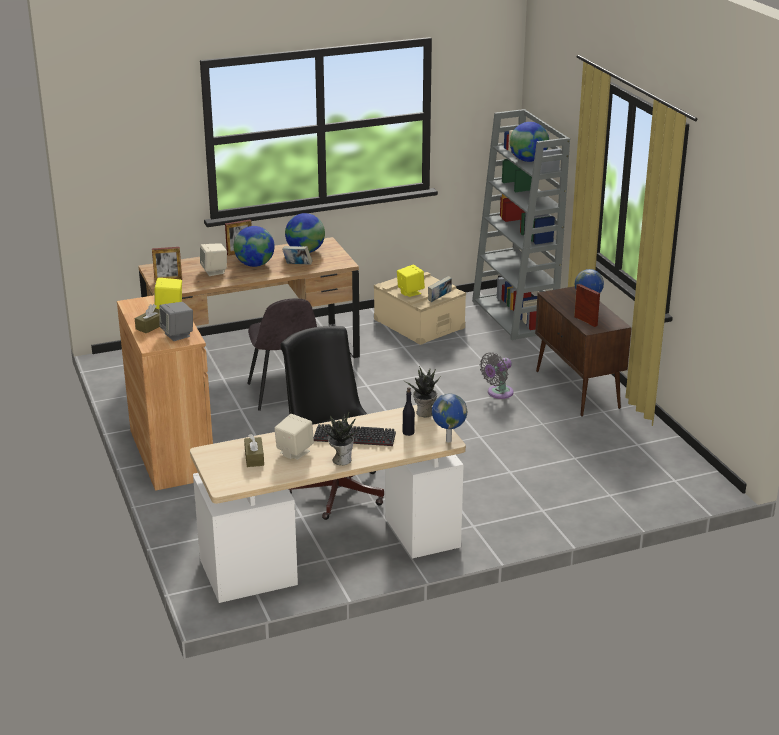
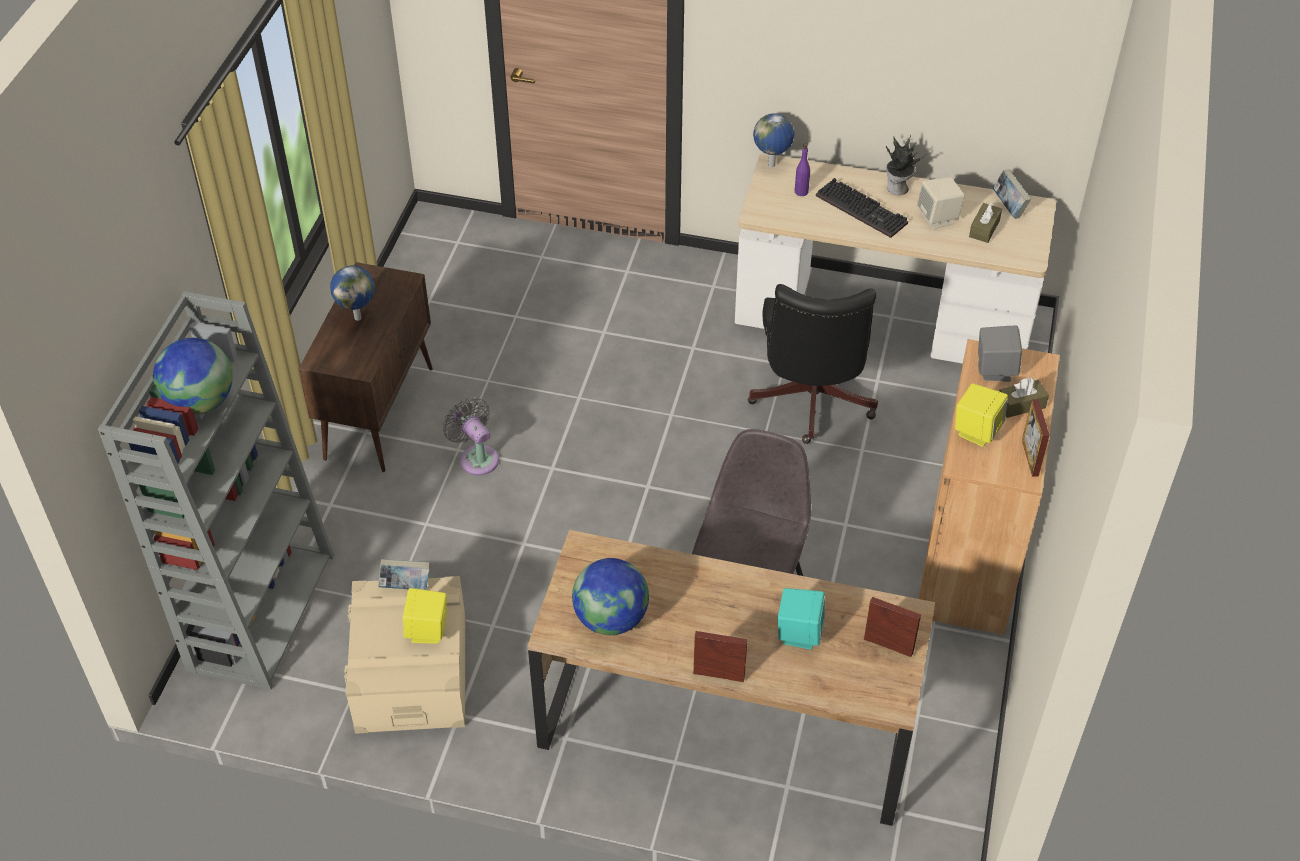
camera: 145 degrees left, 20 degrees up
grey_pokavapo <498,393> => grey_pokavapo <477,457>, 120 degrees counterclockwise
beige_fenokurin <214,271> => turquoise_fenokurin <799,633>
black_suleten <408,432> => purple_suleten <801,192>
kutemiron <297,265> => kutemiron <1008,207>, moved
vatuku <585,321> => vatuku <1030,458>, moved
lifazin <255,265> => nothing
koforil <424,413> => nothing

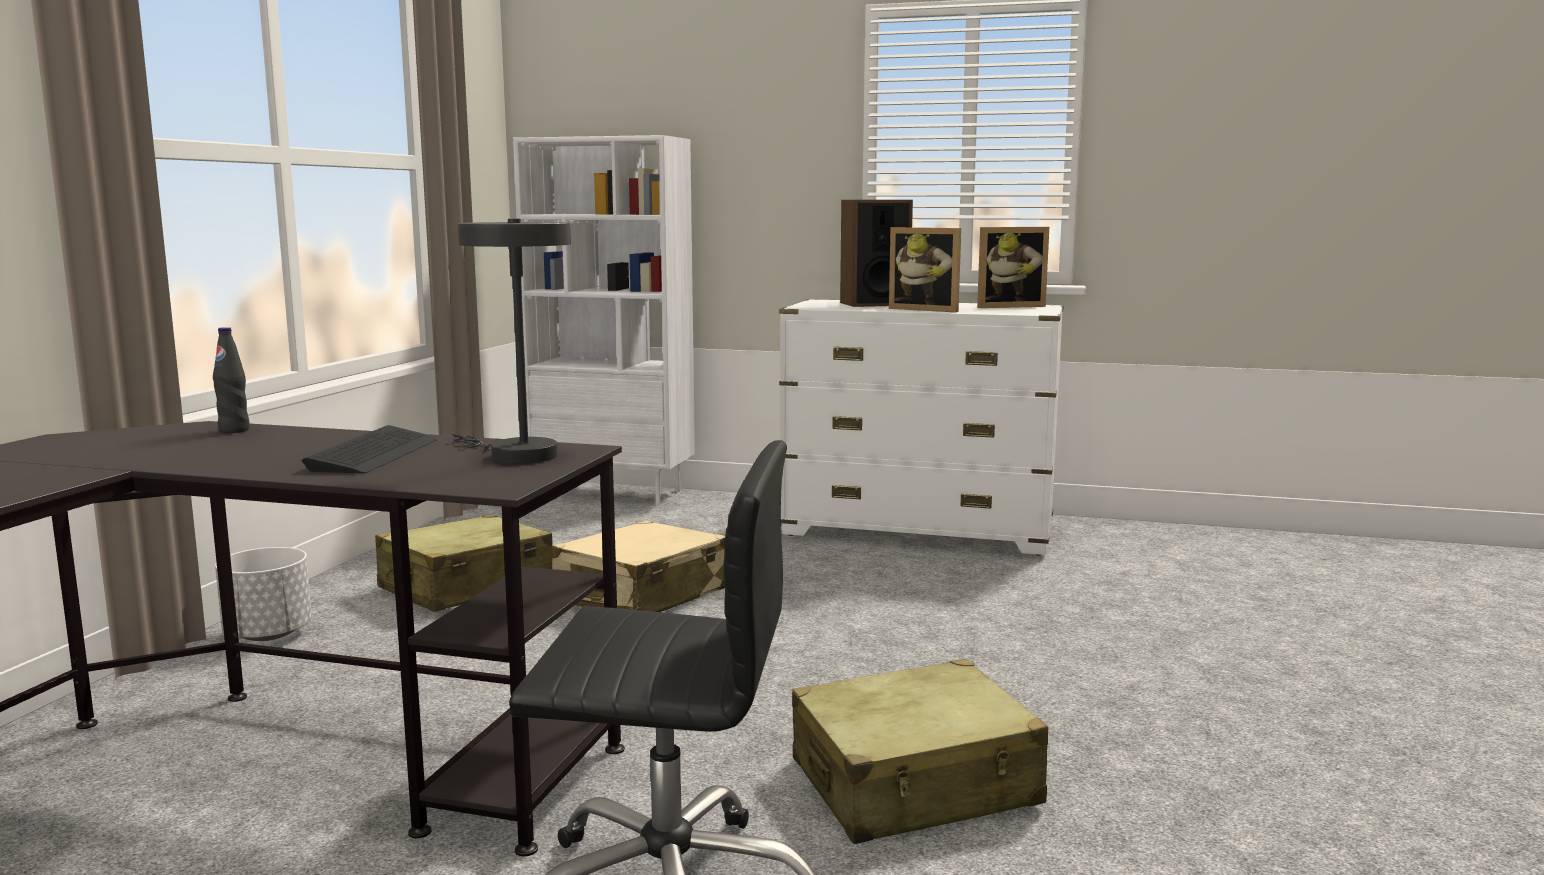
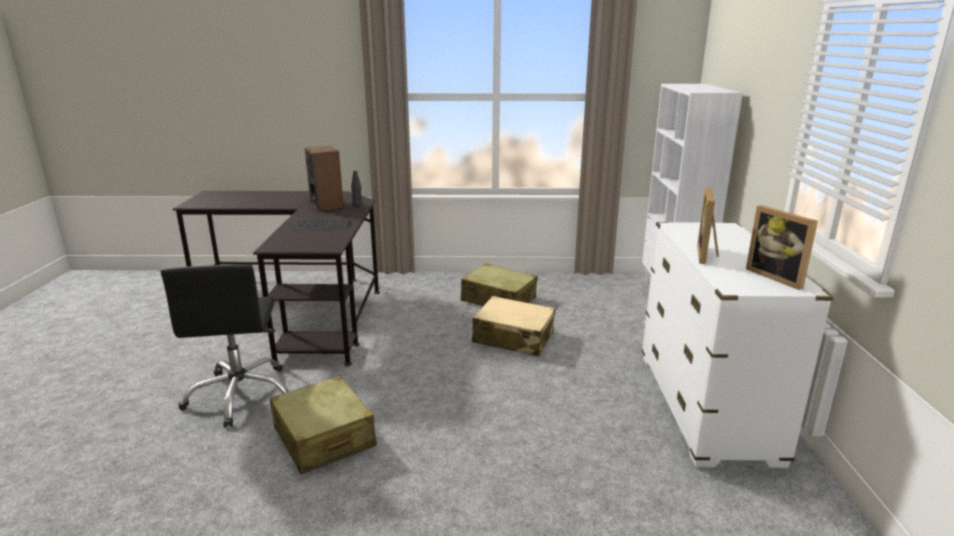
camera: 75 degrees right, 10 degrees up
fenokurin <874,304> => fenokurin <327,205>, moved
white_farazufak <268,635> => nothing
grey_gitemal <515,455> => nothing

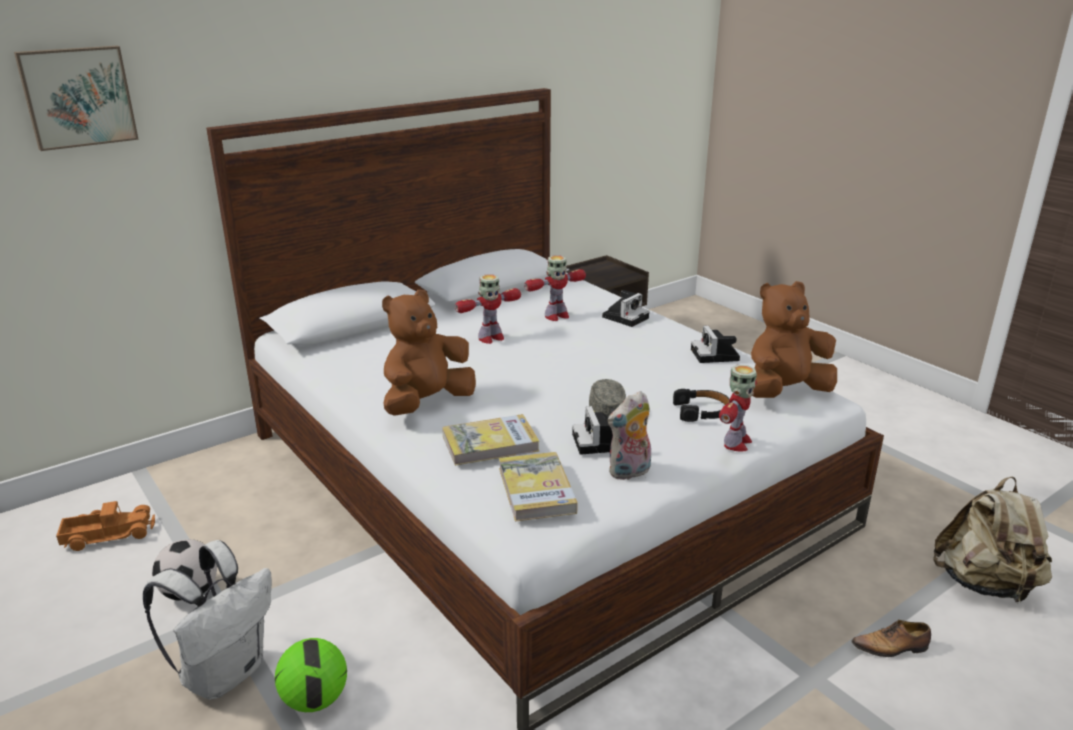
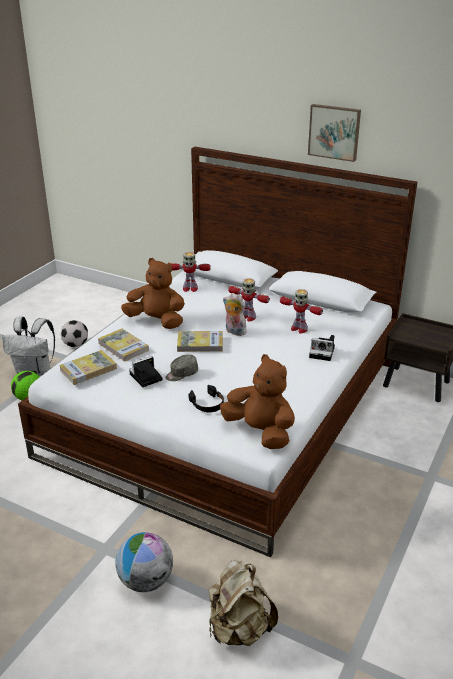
camera: 65 degrees right, 5 degrees up
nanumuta <891,647> => lifazin <146,581>
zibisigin <736,443> => zibisigin <189,289>, moved
nothing => kutemiron <200,343>
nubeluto <629,472> => nubeluto <234,332>, moved
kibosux <78,97> => kibosux <334,132>, moved
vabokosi <109,534> => nothing
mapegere <716,355> => nothing

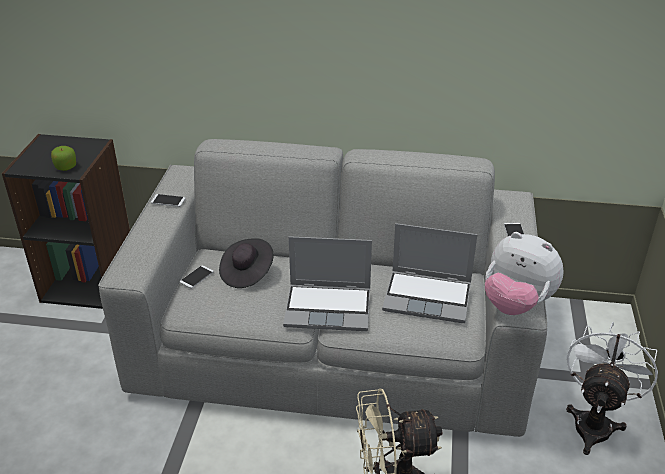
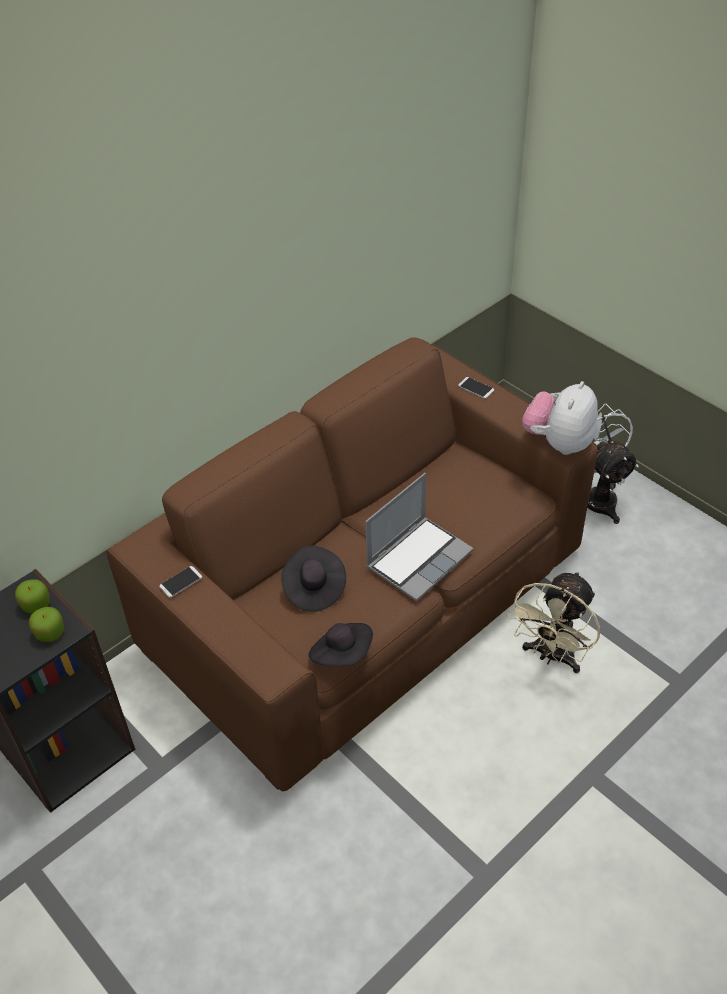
camera: 50 degrees left, 10 degrees up
nothing => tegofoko <35,605>
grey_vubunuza <333,345> => brown_vubunuza <366,599>
nothing => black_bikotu <342,654>
nubeluto <516,304> => nubeluto <558,442>, 135 degrees clockwise
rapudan <196,277> => nothing
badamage <428,297> => nothing

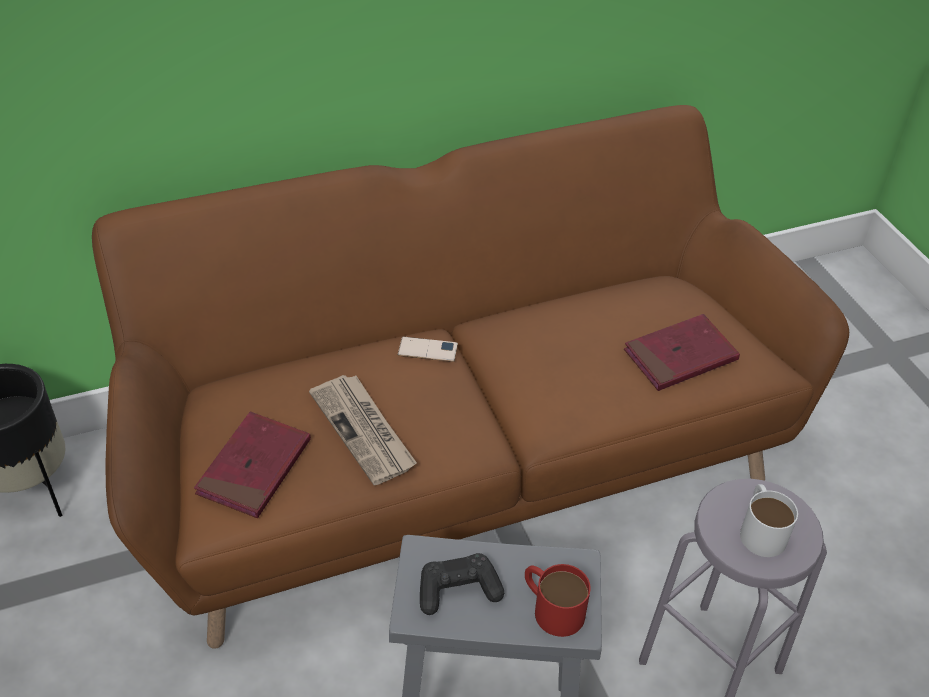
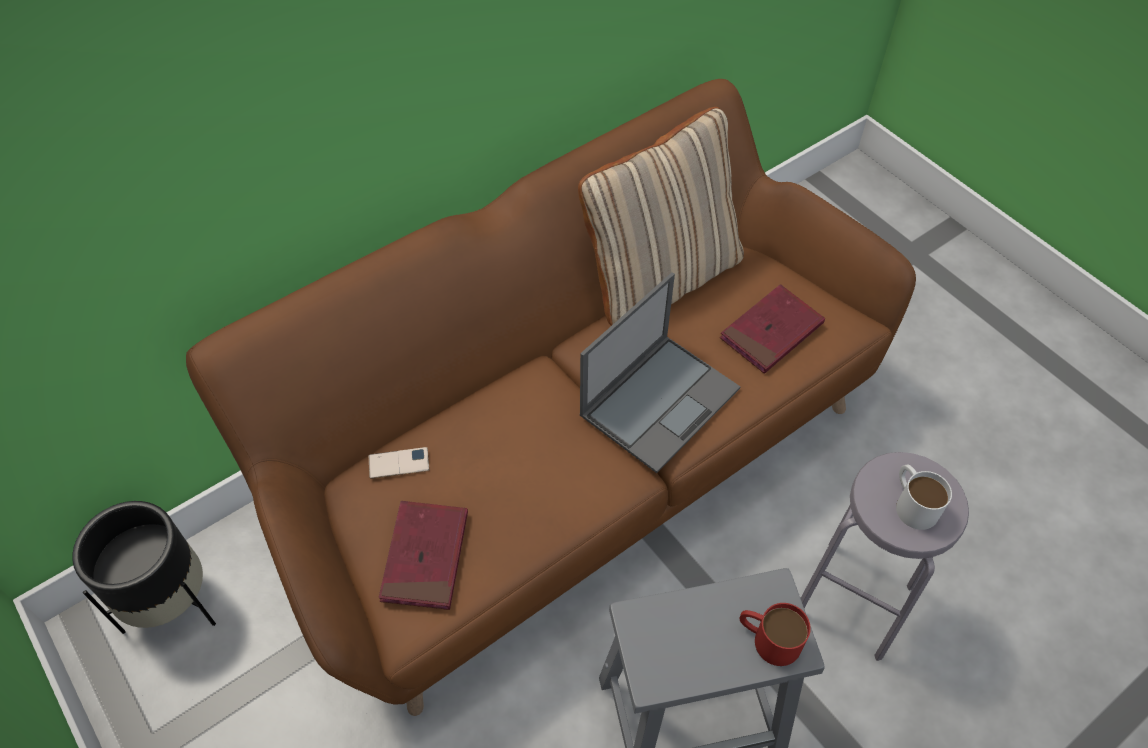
camera: 15 degrees left, 10 degrees up
rapudan <427,350> => rapudan <399,463>, moved
nothing => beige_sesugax <660,278>
nothing => badamage <660,400>
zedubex <364,431> => nothing
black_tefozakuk <458,590> => nothing

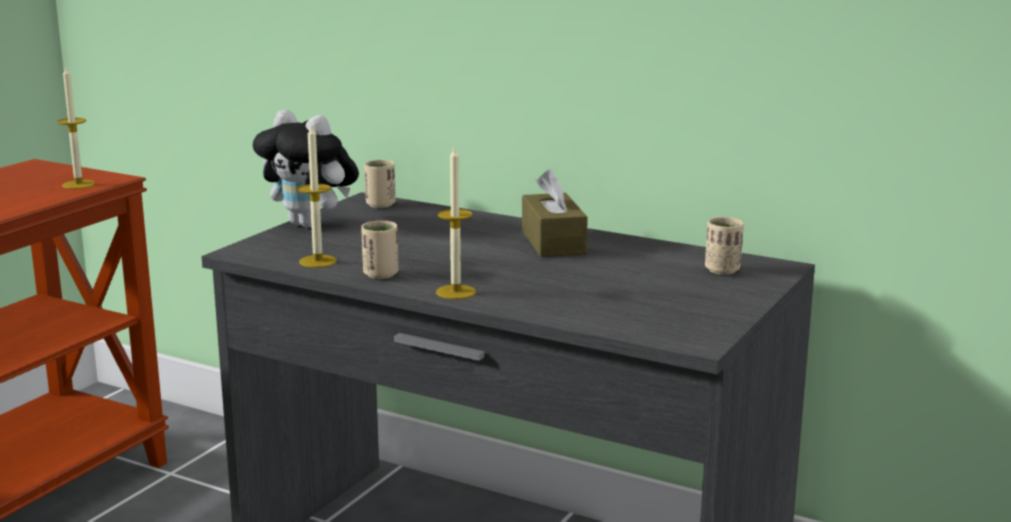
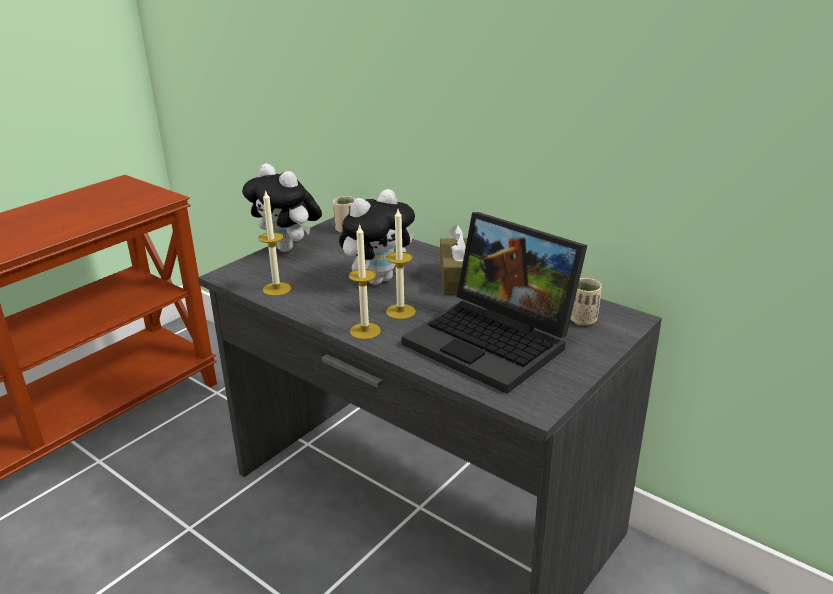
camera: 10 degrees right, 10 degrees up
nothing => nubeluto <378,279>
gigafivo <78,184> => gigafivo <400,311>, moved
nothing => badamage <495,341>
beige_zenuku <380,274> => nothing

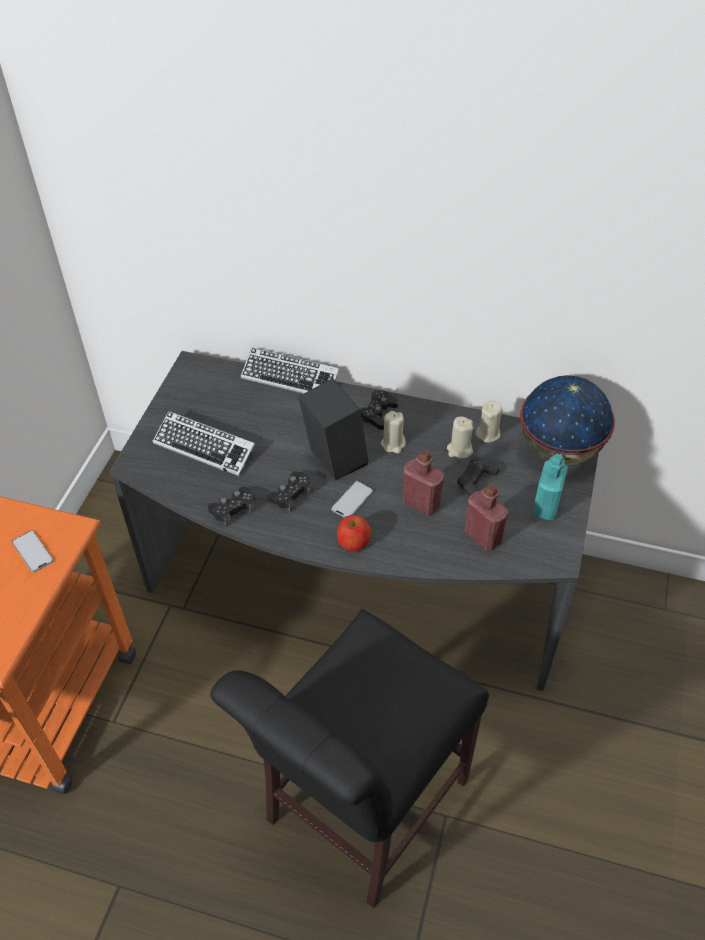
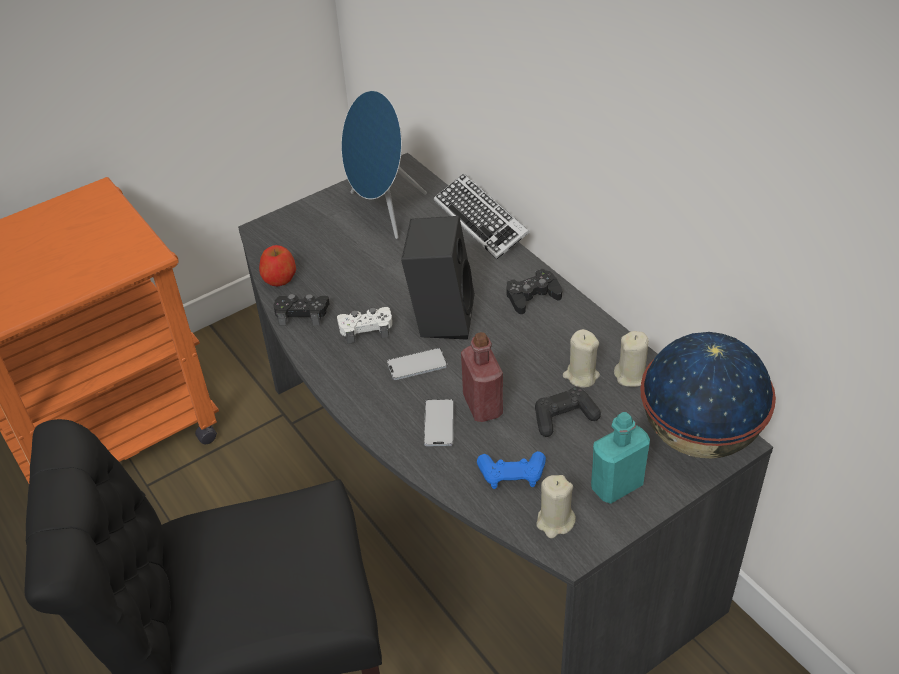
camera: 40 degrees right, 5 degrees down
tegofoko <353,541> => tegofoko <279,278>, moved
black_tefozakuk <291,495> => white_tefozakuk <366,328>
nothing => blue_fenokurin <383,212>
rapudan <33,552> => rapudan <439,423>, moved
red_suleten <483,536> => blue_tefozakuk <512,475>
beige_gigafivo <393,444> => beige_gigafivo <555,522>, moved
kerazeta <204,447> => nothing

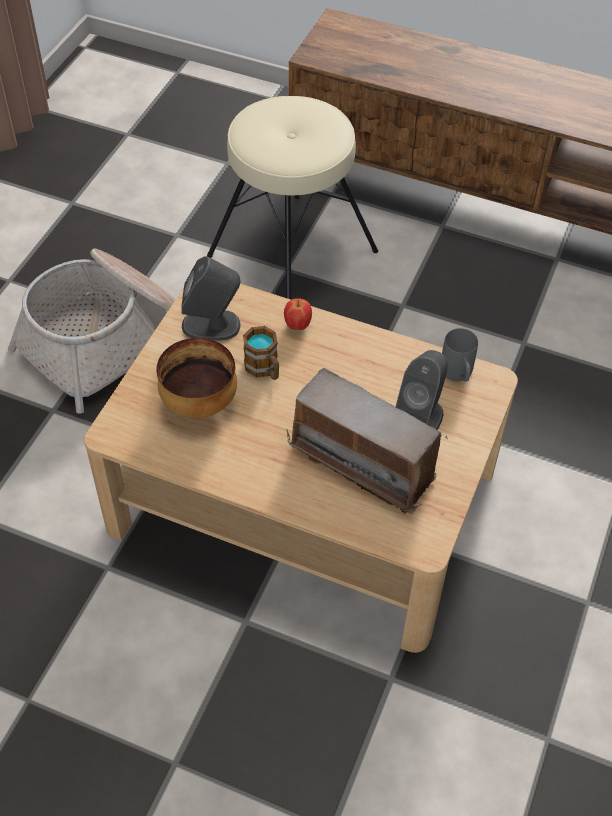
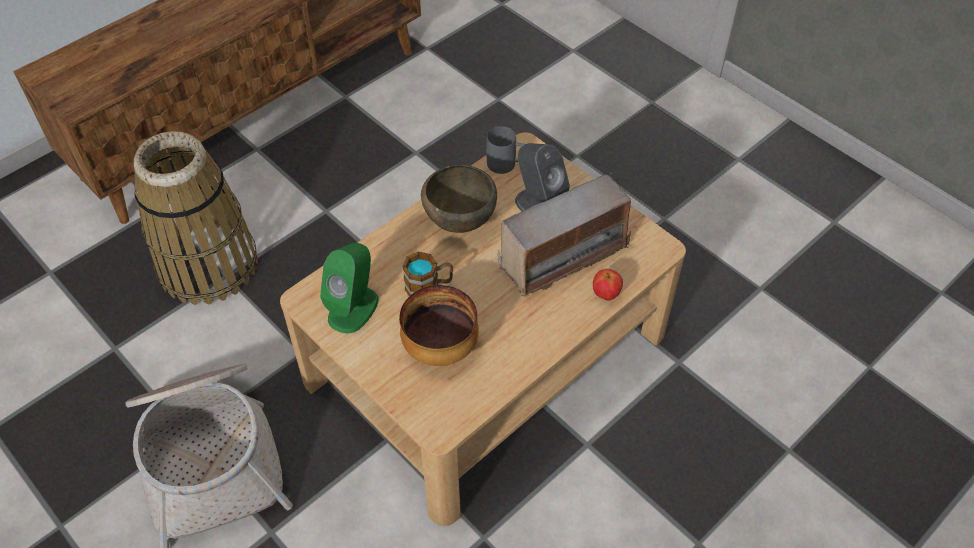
camera: 65 degrees left, 0 degrees up
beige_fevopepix <291,252> => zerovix <208,265>
grey_fenokurin <212,325> => green_fenokurin <353,308>
nothing => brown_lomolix <459,223>
tegofoko <297,325> => tegofoko <606,294>, moved

